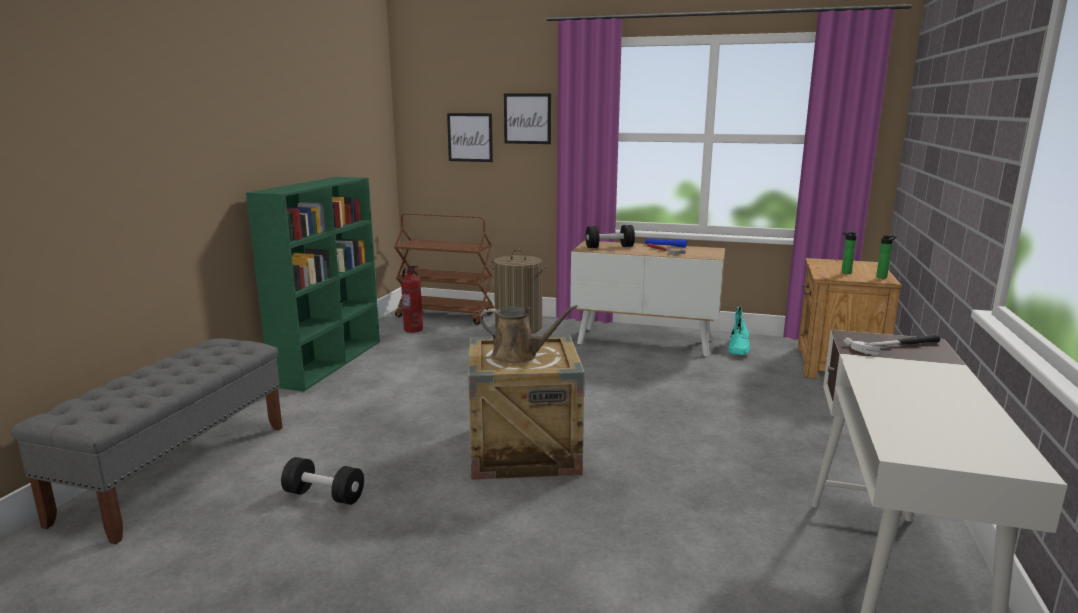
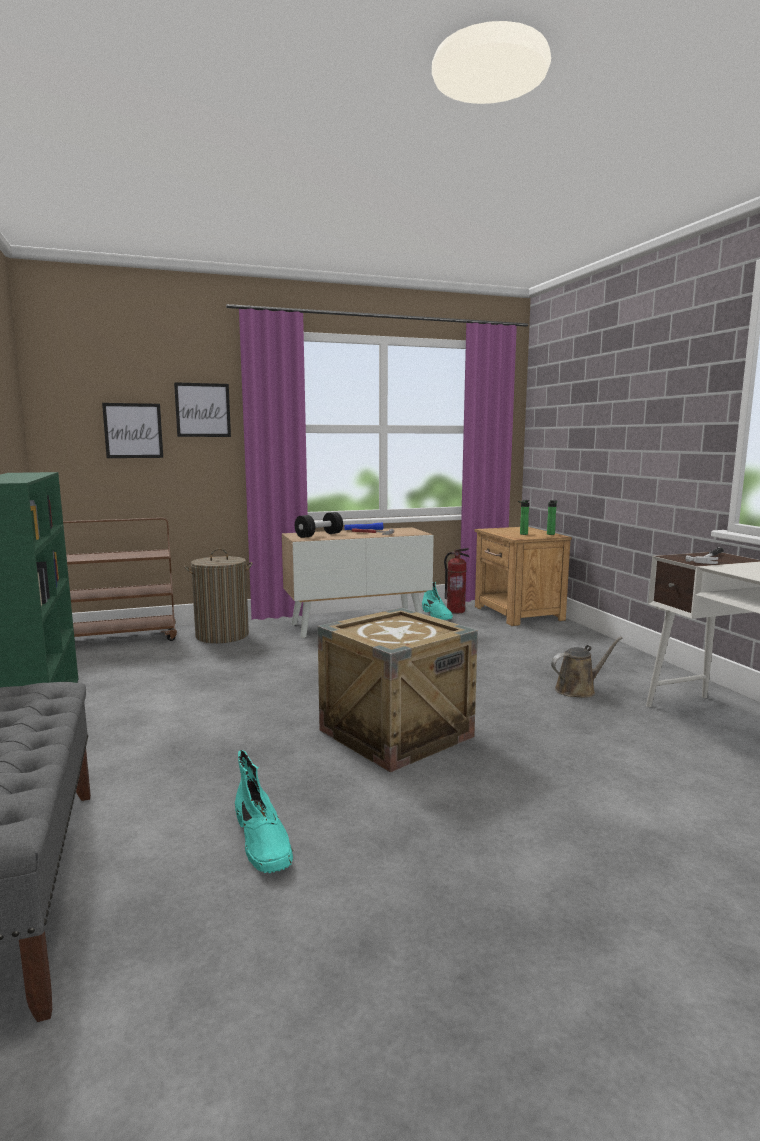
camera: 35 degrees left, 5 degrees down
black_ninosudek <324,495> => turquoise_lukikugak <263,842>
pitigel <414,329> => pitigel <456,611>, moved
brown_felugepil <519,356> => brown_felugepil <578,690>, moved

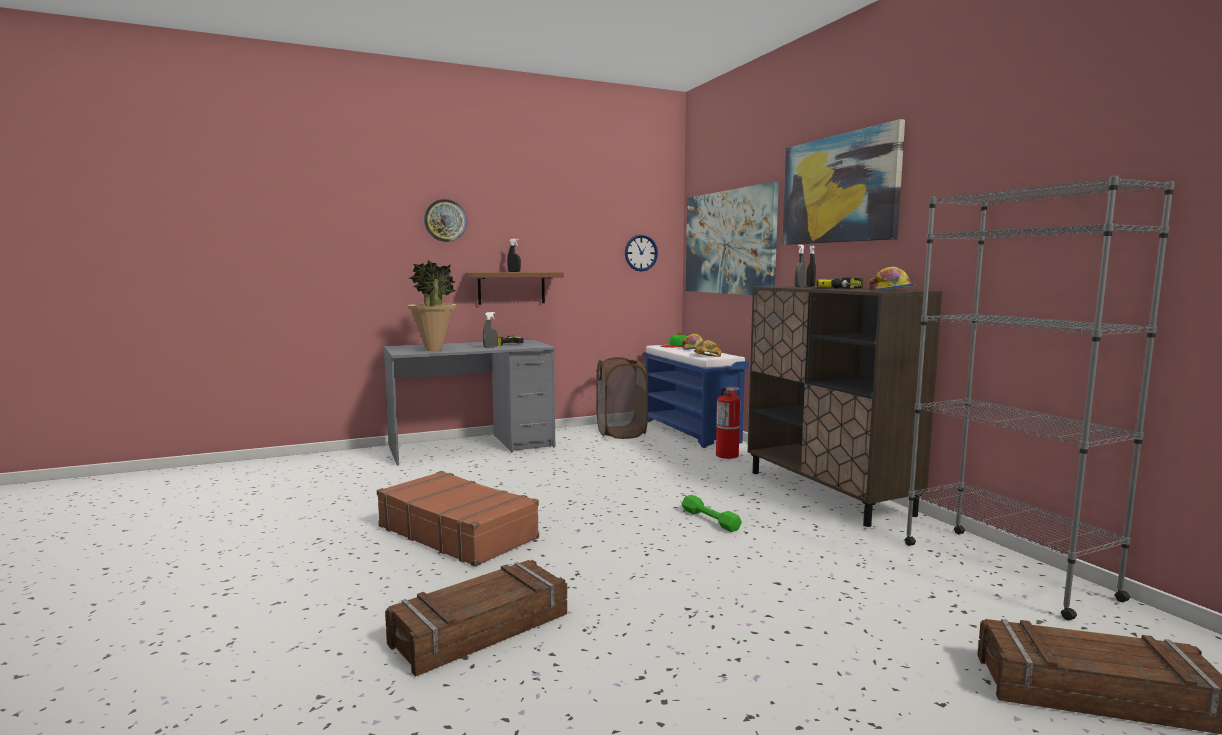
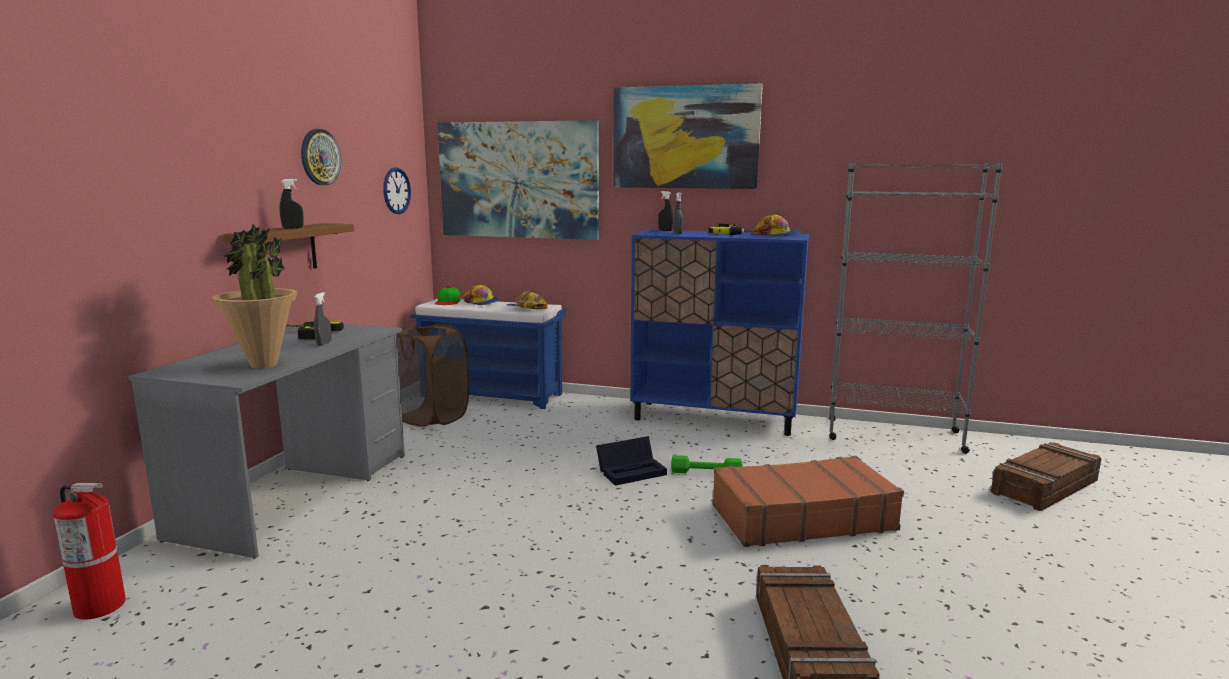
camera: 50 degrees left, 5 degrees up
pitigel <727,455> => pitigel <100,606>, moved
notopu <445,220> => notopu <320,157>, moved
nothing => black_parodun <632,471>
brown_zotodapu <827,492> => blue_zotodapu <714,418>
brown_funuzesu <458,532> => brown_funuzesu <801,517>, moved

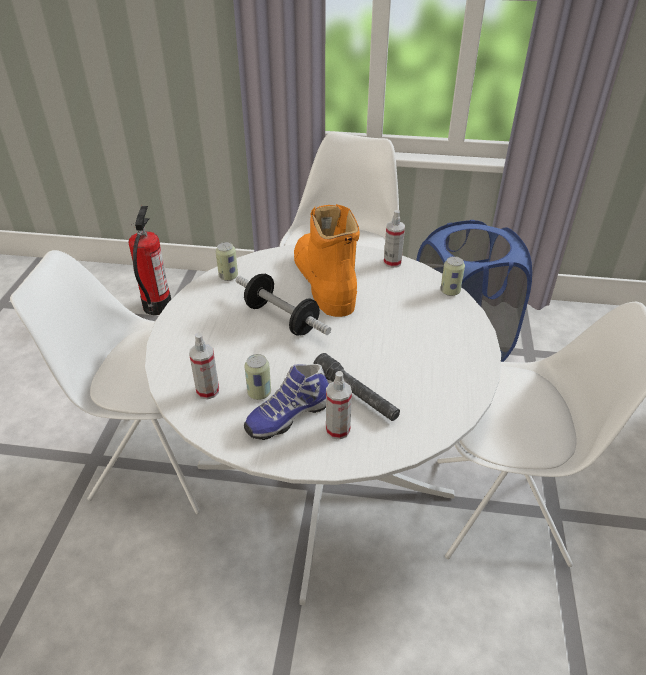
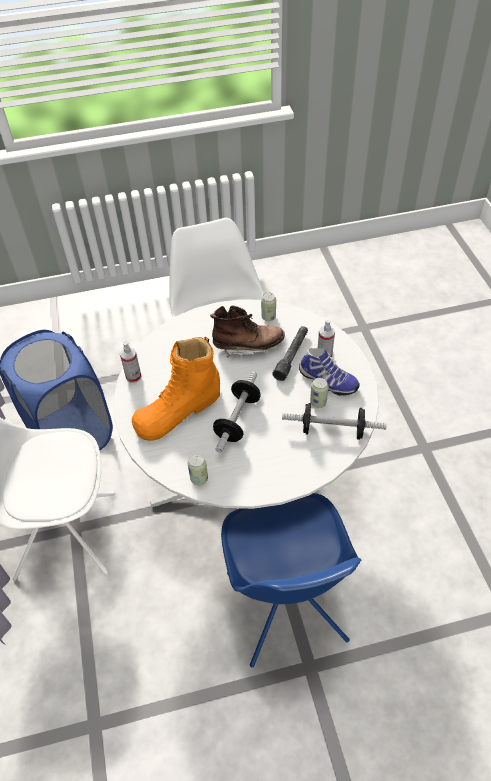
camera: 110 degrees left, 10 degrees up
nothing => brown_lukikugak <248,346>
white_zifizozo <159,461> => blue_zifizozo <286,609>
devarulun <450,291> => devarulun <268,317>, moved
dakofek <207,391> => ninosudek <332,430>
pitigel <157,306> => nothing

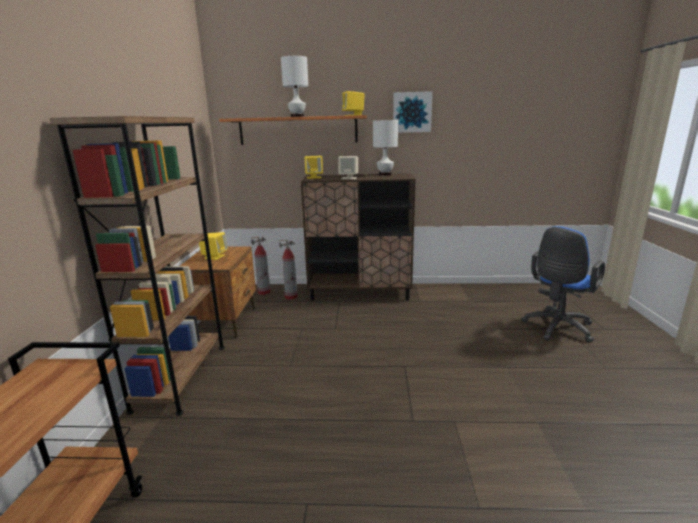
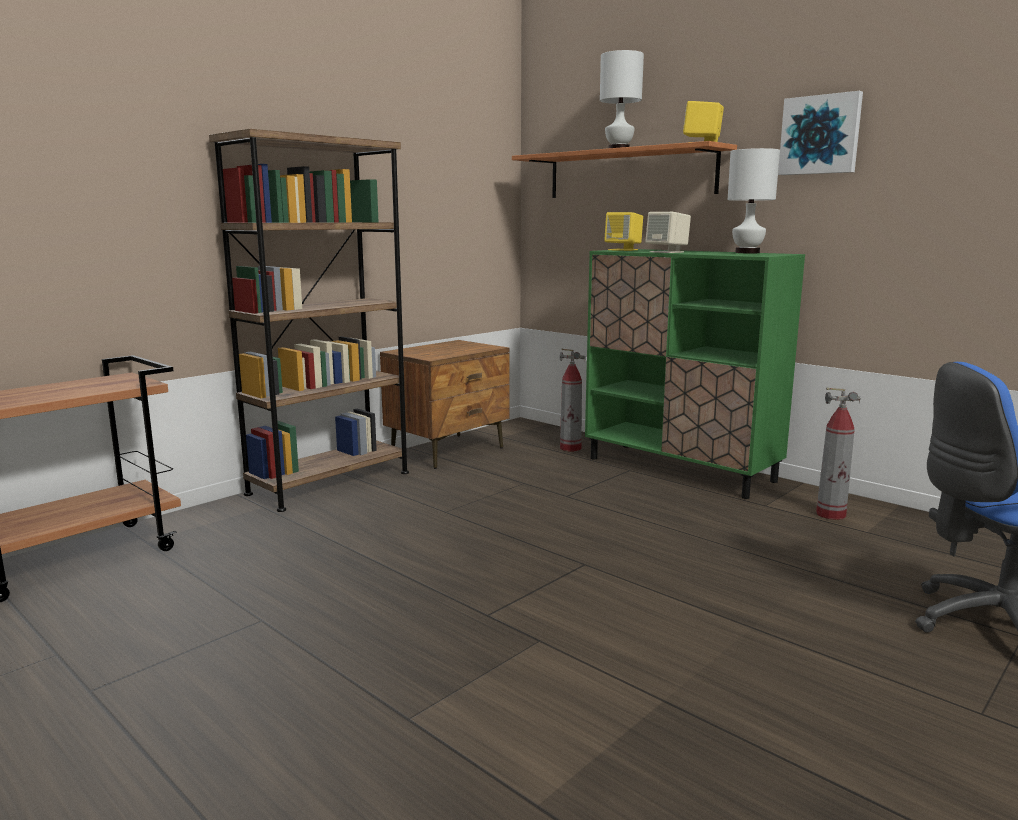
camera: 40 degrees right, 5 degrees down
brown_zotodapu <360,293> => green_zotodapu <680,469>
pitigel <264,292> => pitigel <831,514>, moved
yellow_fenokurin <214,257> => nothing

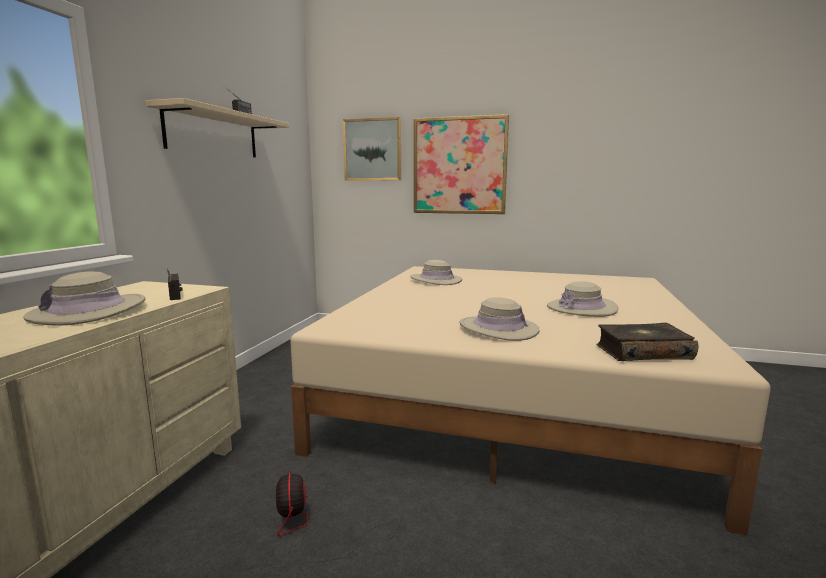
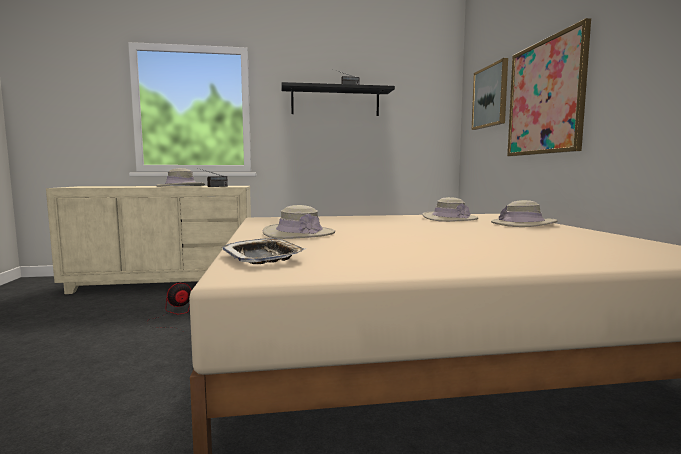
camera: 65 degrees right, 5 degrees down
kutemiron <642,352> => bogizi <263,257>
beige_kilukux <213,134> => black_kilukux <335,102>
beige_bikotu <581,308> => beige_bikotu <523,224>, moved

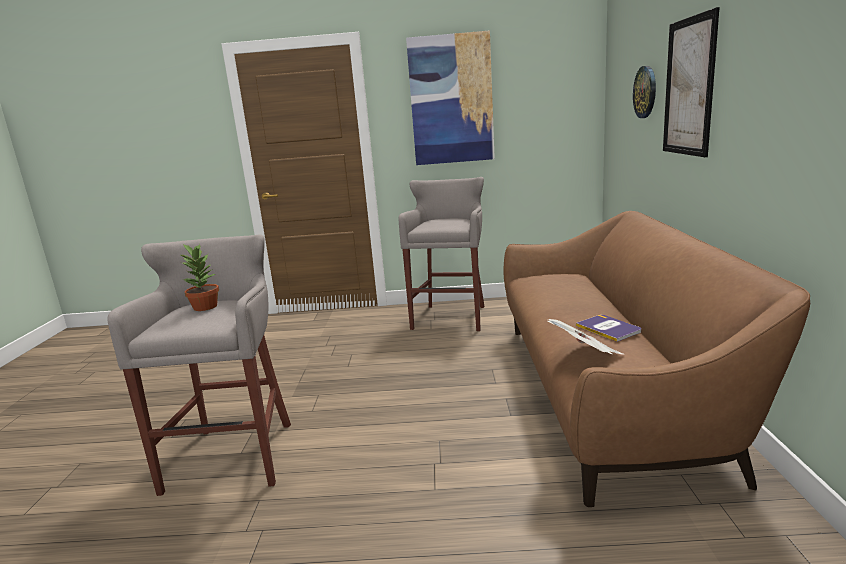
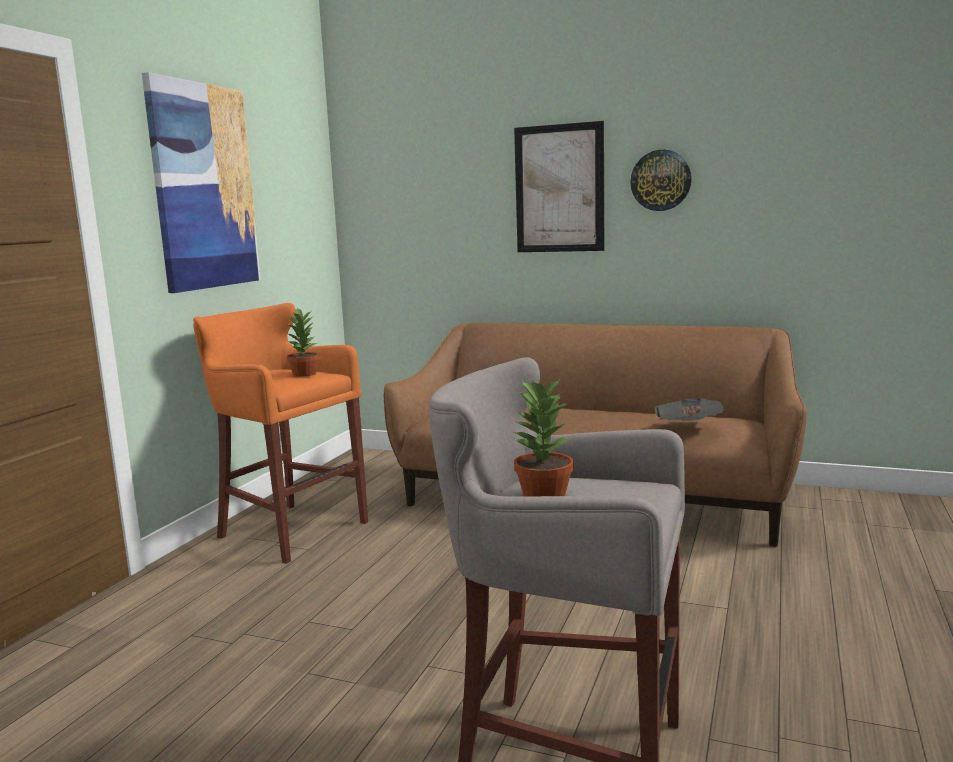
camera: 70 degrees left, 5 degrees down
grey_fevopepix <451,317> => orange_fevopepix <289,530>
nothing => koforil <305,374>
notopu <645,92> => notopu <661,180>, moved
kutemiron <608,328> => nothing

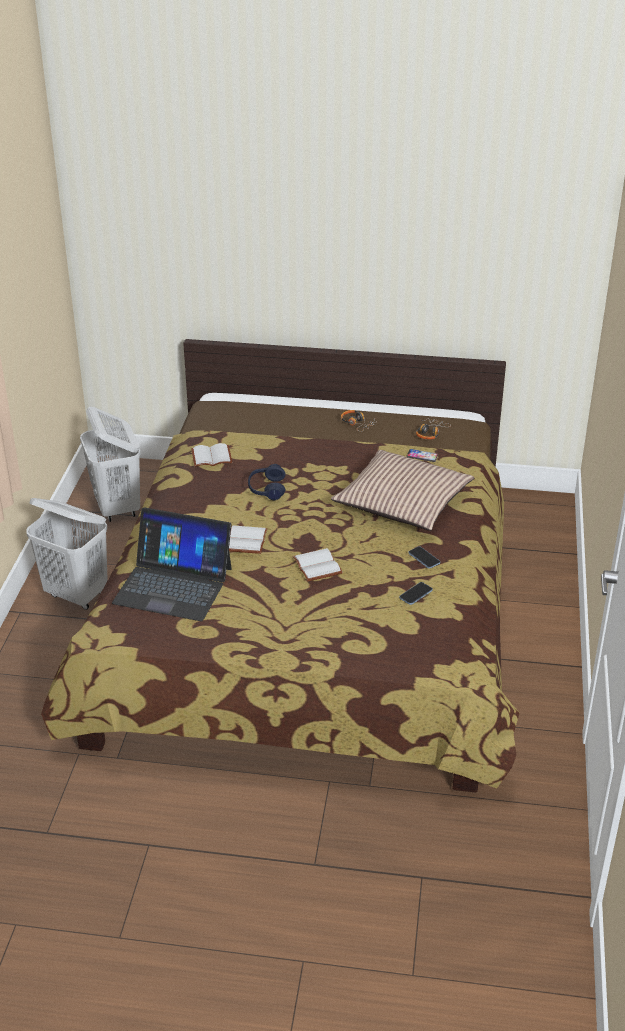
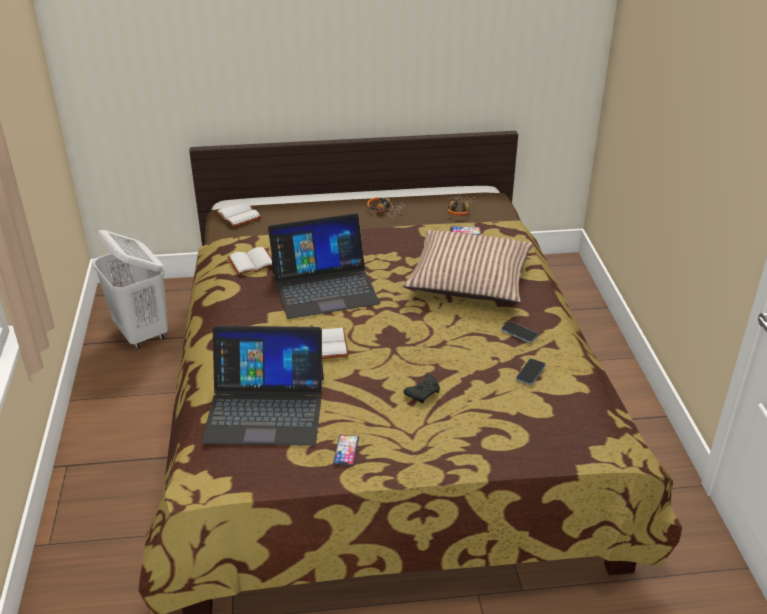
camera: 15 degrees left, 0 degrees up
white_kutemiron <319,566> => white_kutemiron <240,216>, moved
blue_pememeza <266,489> => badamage <324,287>
nothing => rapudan <346,451>
nothing => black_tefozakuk <423,393>
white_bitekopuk <77,595> => nothing

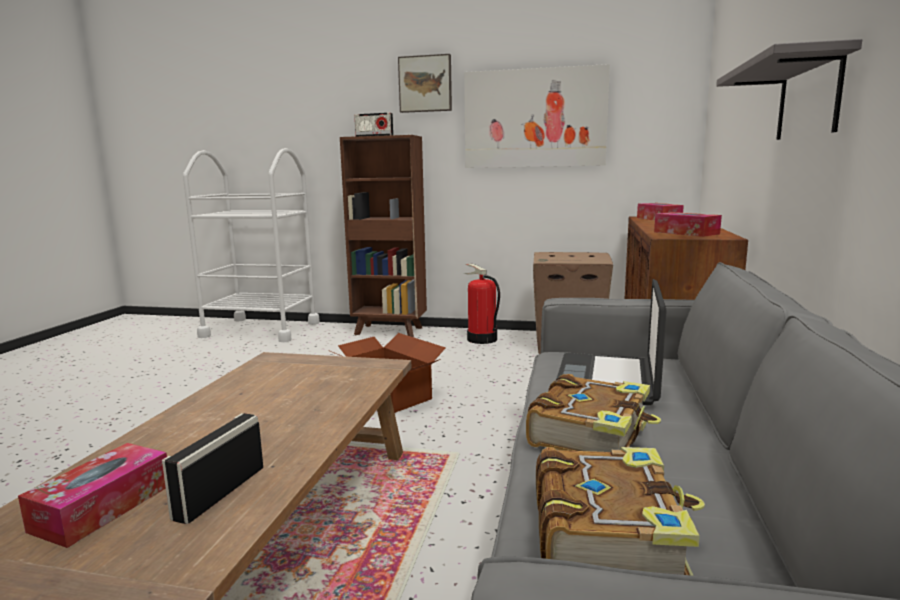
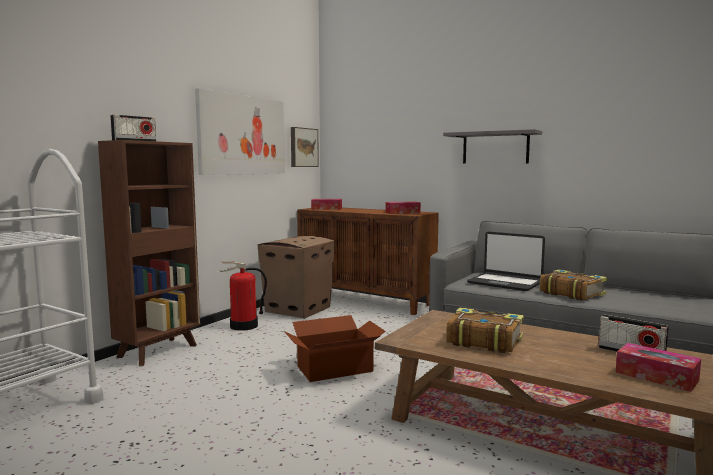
camera: 70 degrees left, 5 degrees down
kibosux <425,84> => kibosux <303,147>, moved
kutemiron <608,533> => kutemiron <483,341>, moved

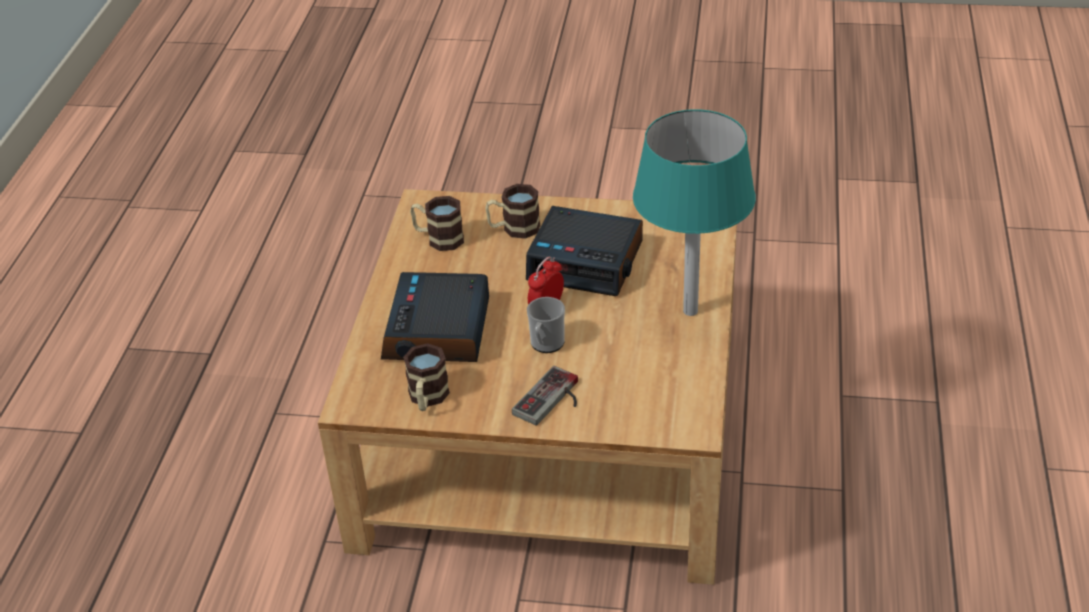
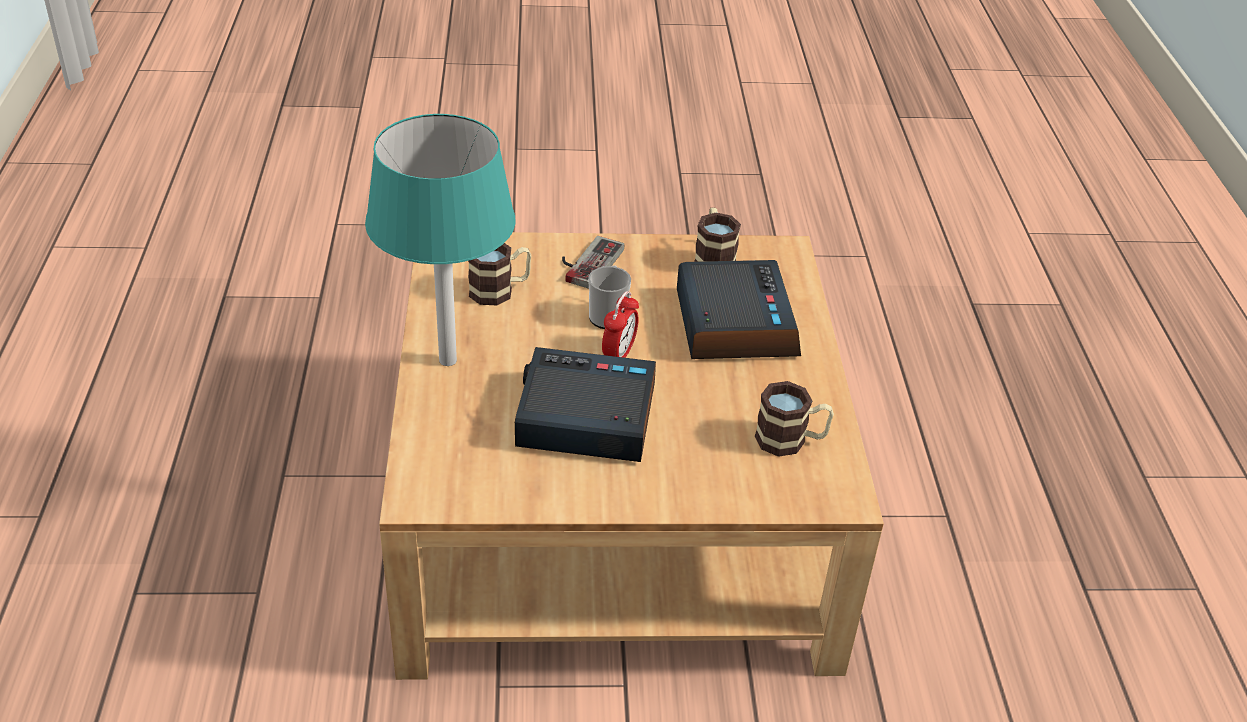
camera: 165 degrees right, 0 degrees up
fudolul <514,228> => fudolul <500,290>, moved

